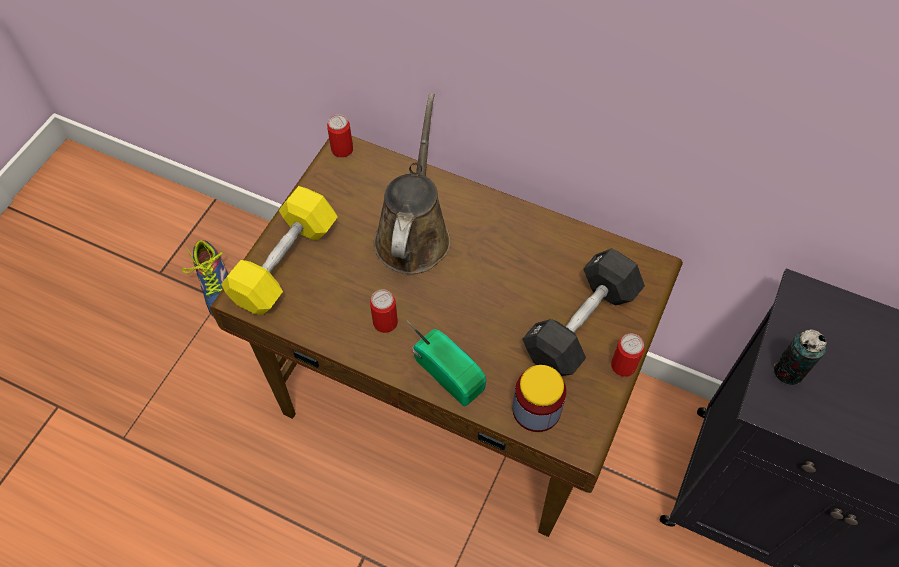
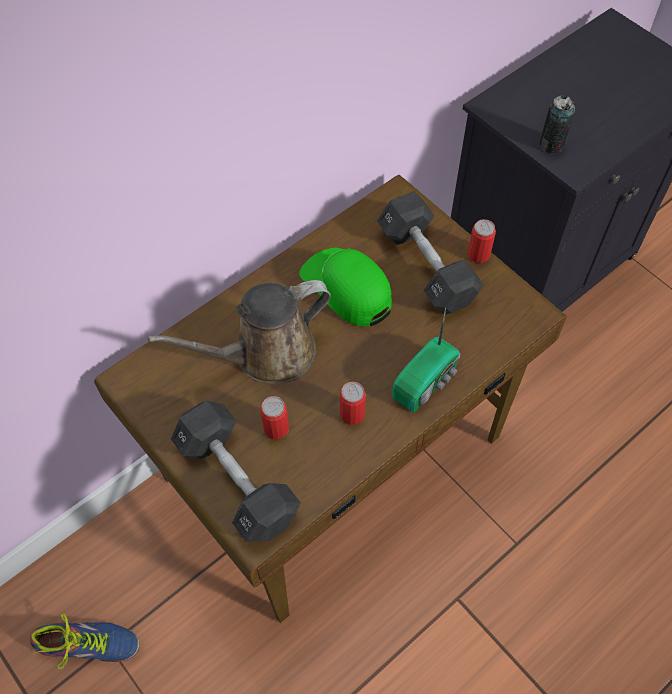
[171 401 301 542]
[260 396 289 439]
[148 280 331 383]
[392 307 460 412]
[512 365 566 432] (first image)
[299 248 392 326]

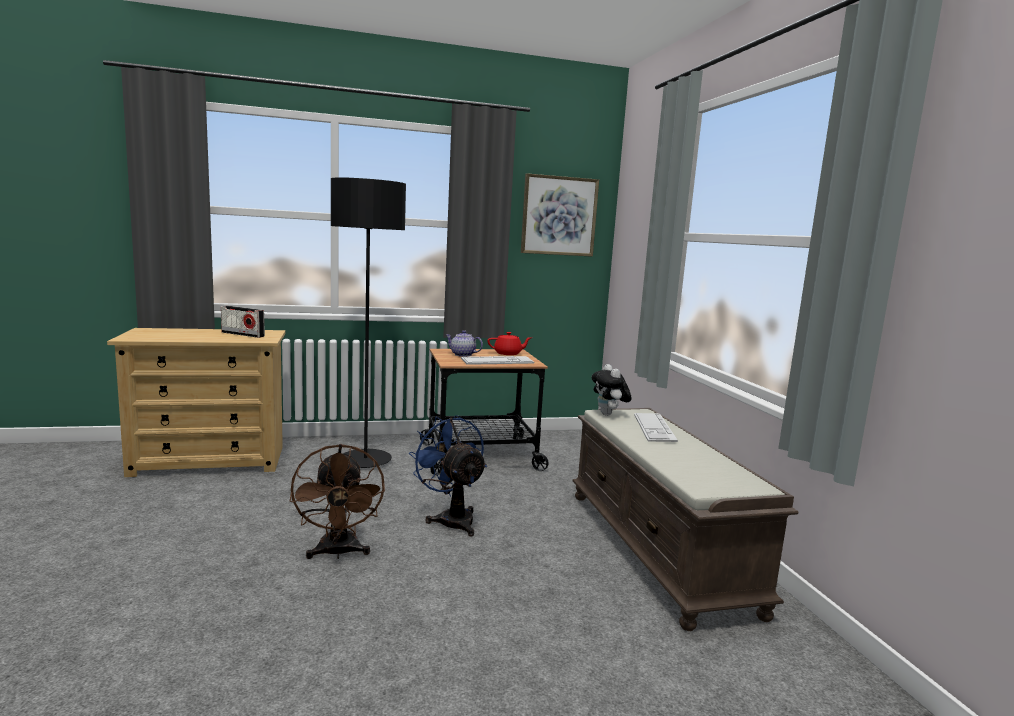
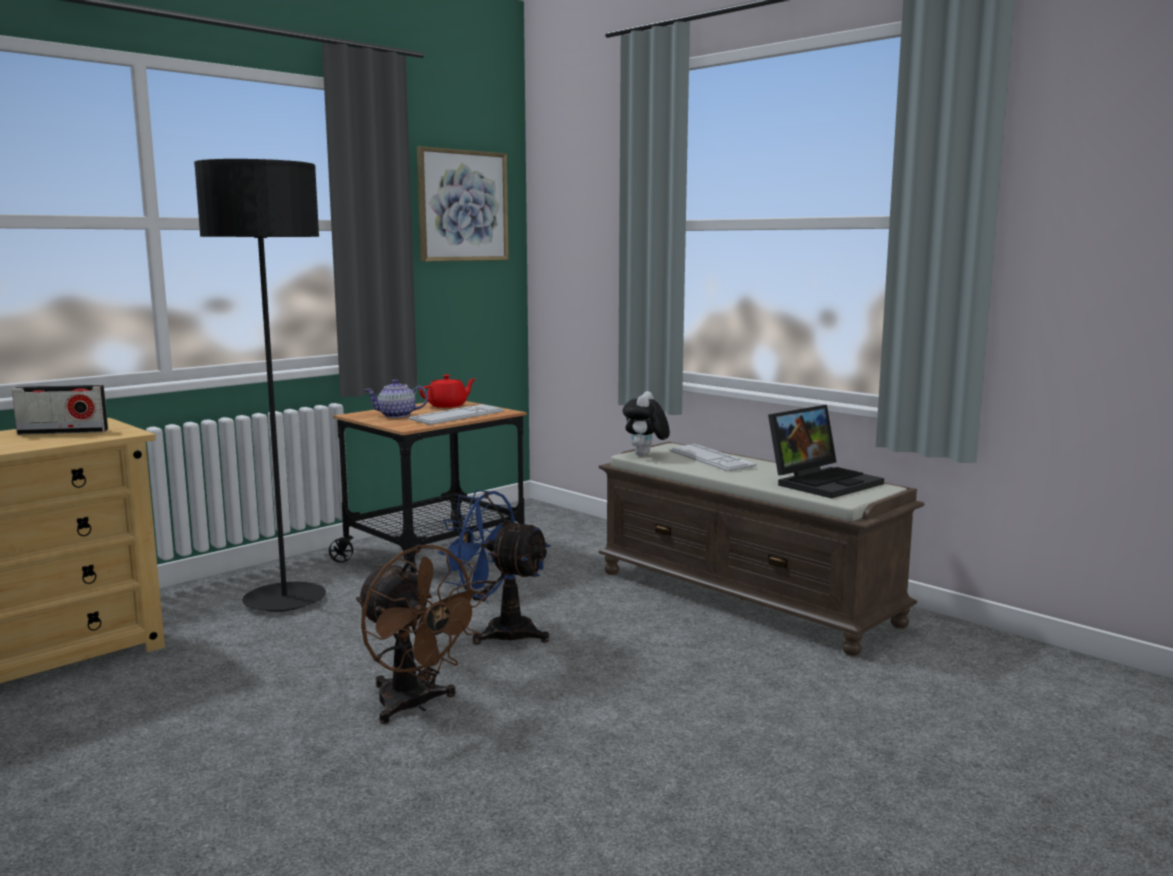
[623 391 670 456]
[768 405 884 498]

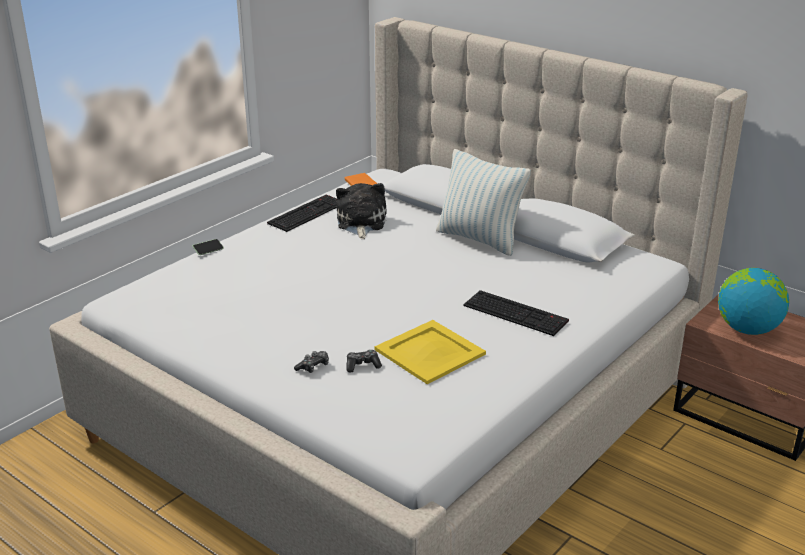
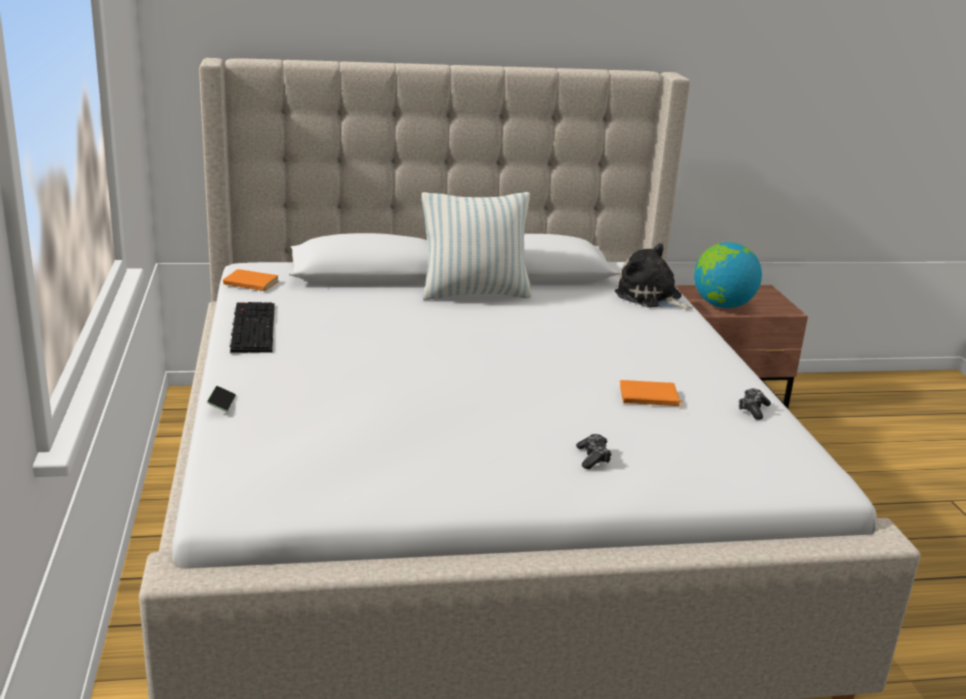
[615 243 693 310]
[739 389 771 420]
[620 380 683 408]
[464 290 569 336] (first image)

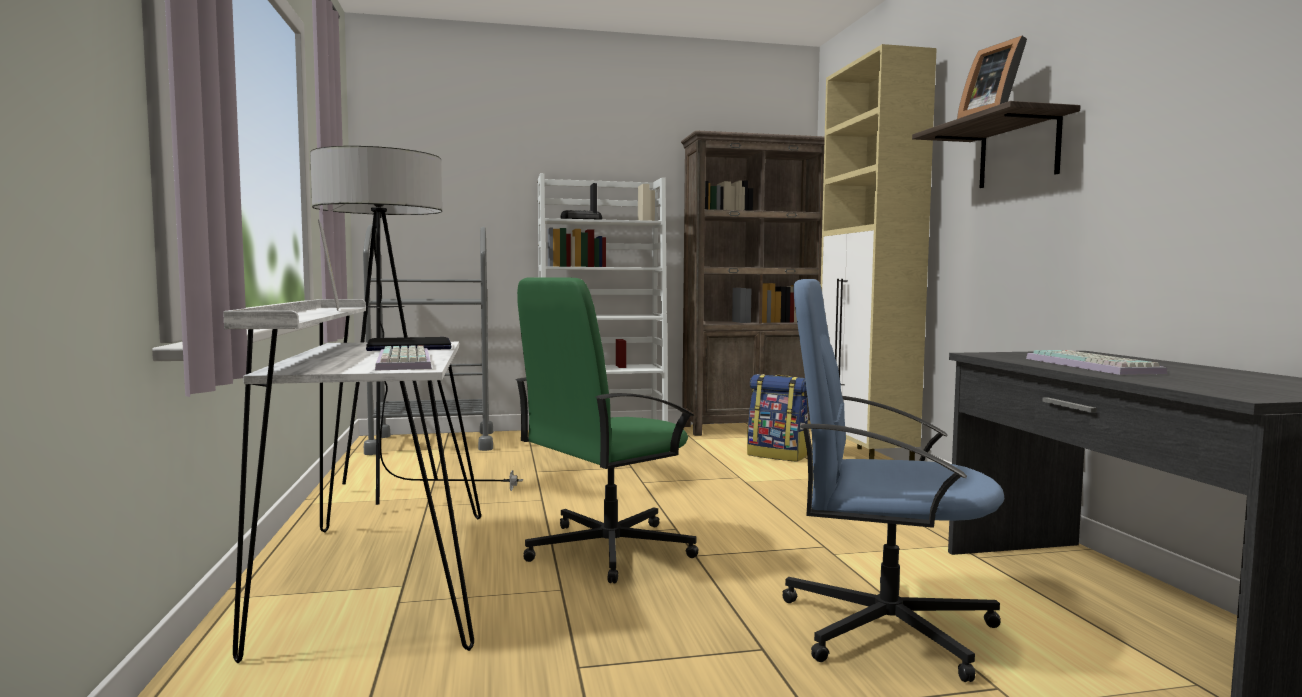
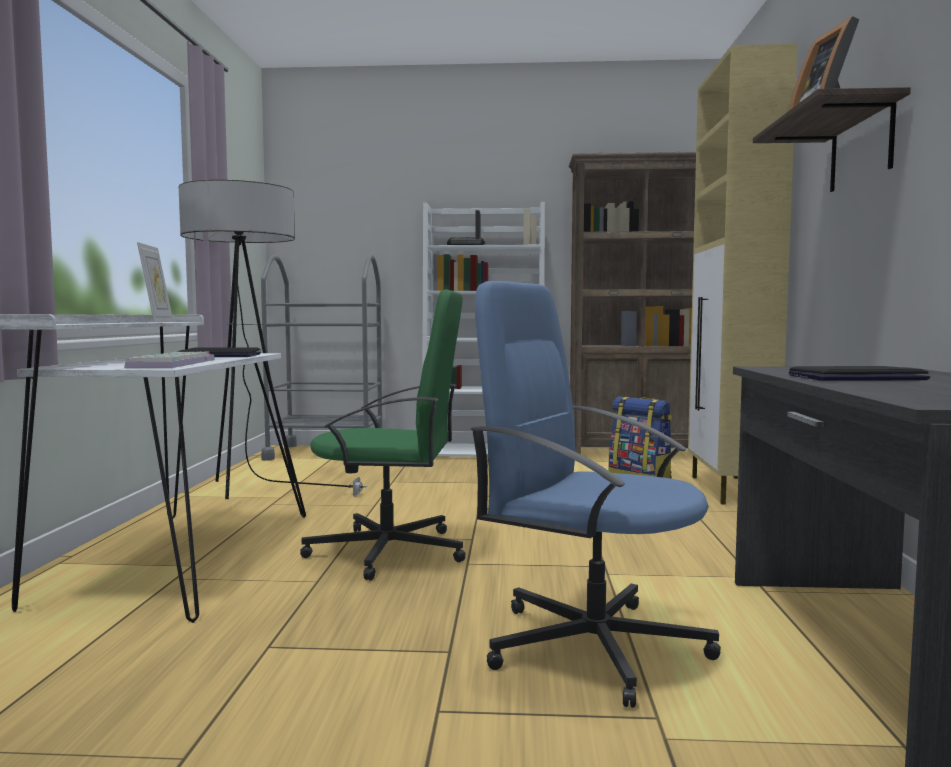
[300 290 466 581]
[789 366 930 381]

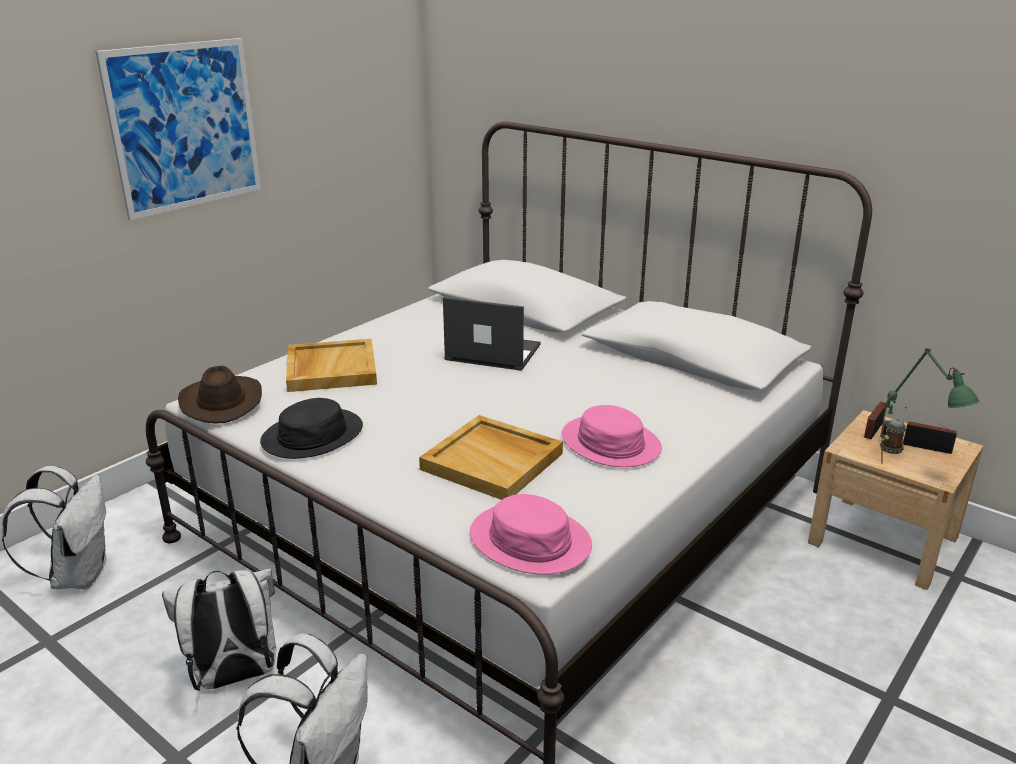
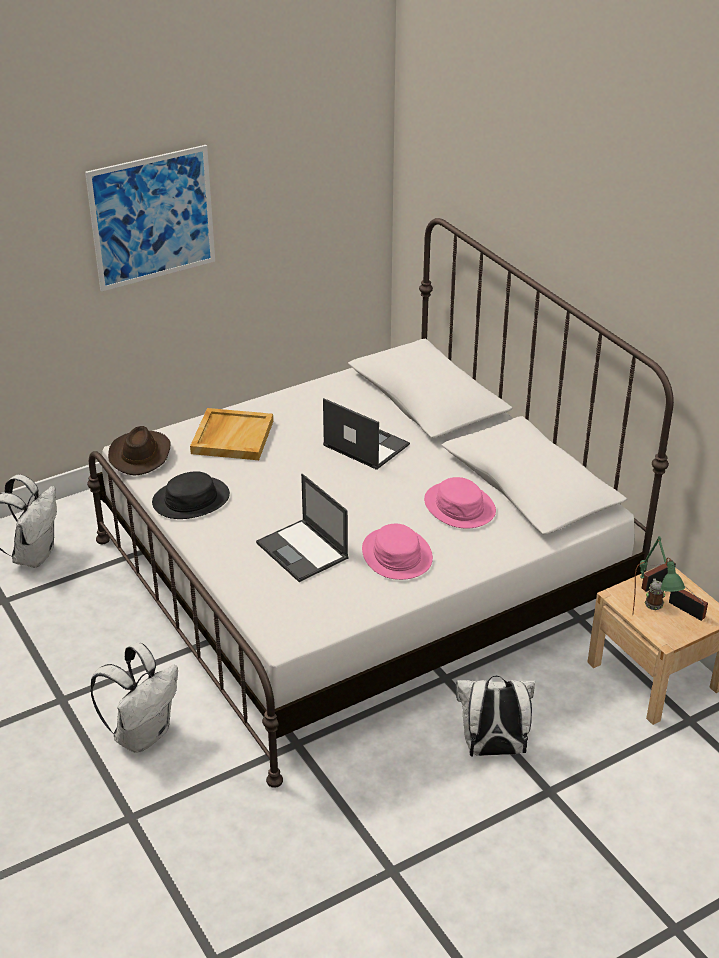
[456 676 535 757]
[256 474 349 582]
[424 477 496 528]

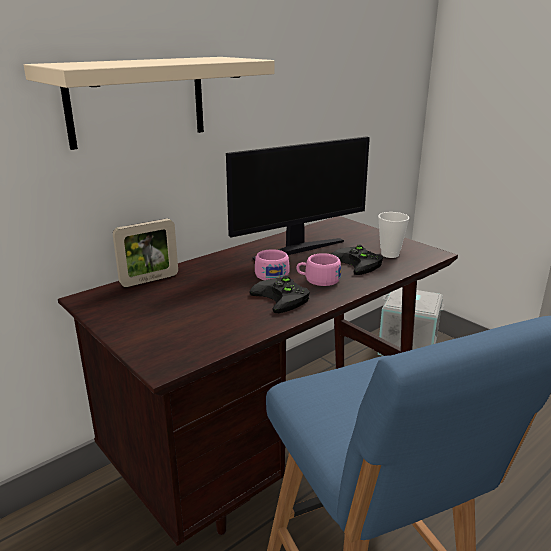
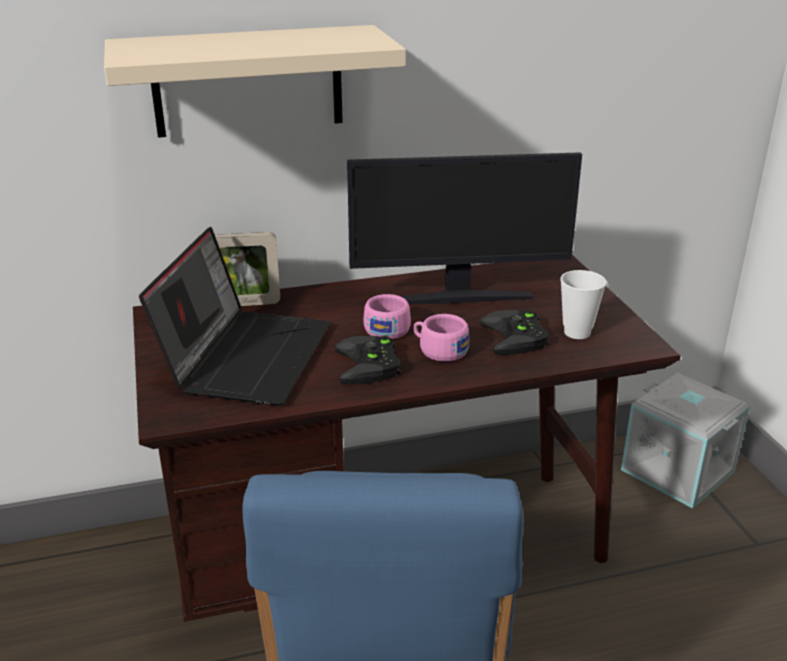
[139 227 331 406]

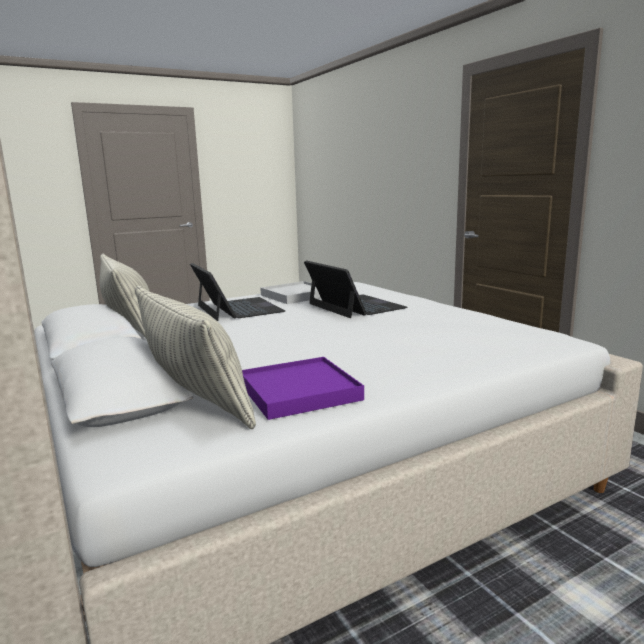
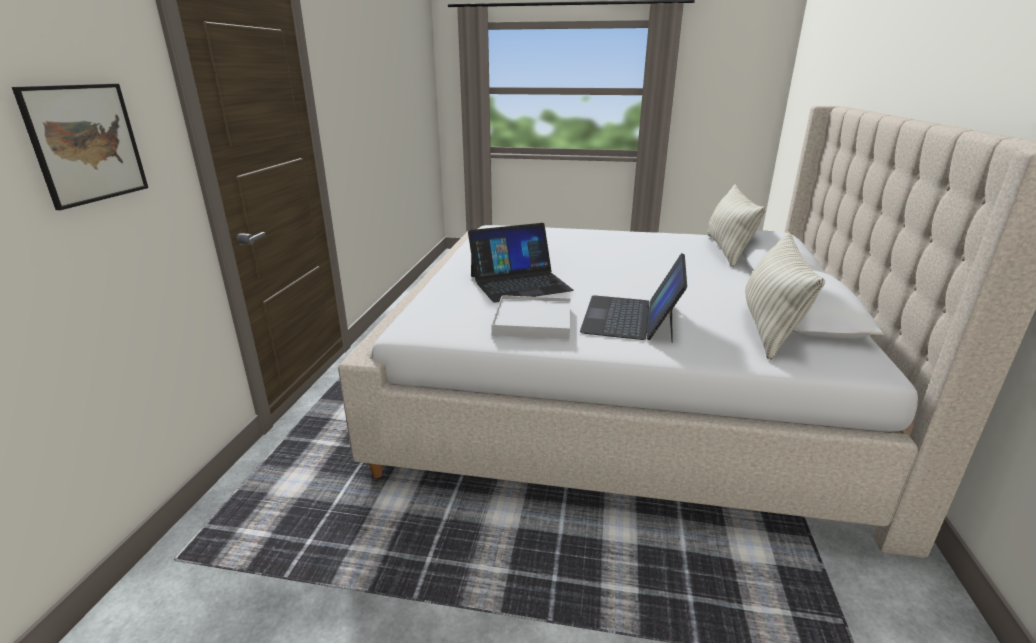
[242 357 364 420] (first image)
[468 223 574 302]
[12 84 148 210]

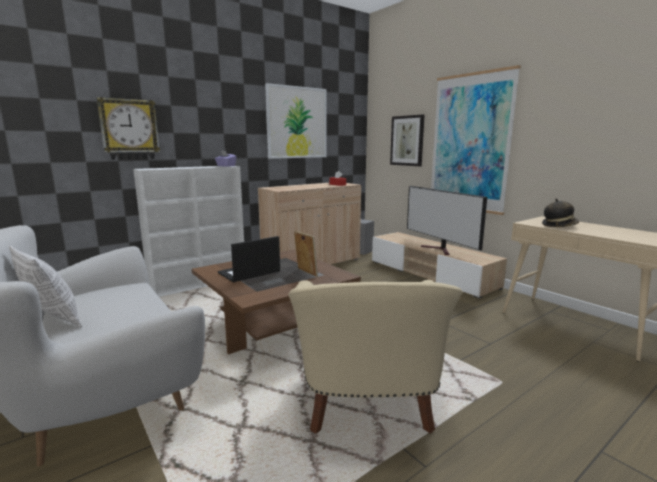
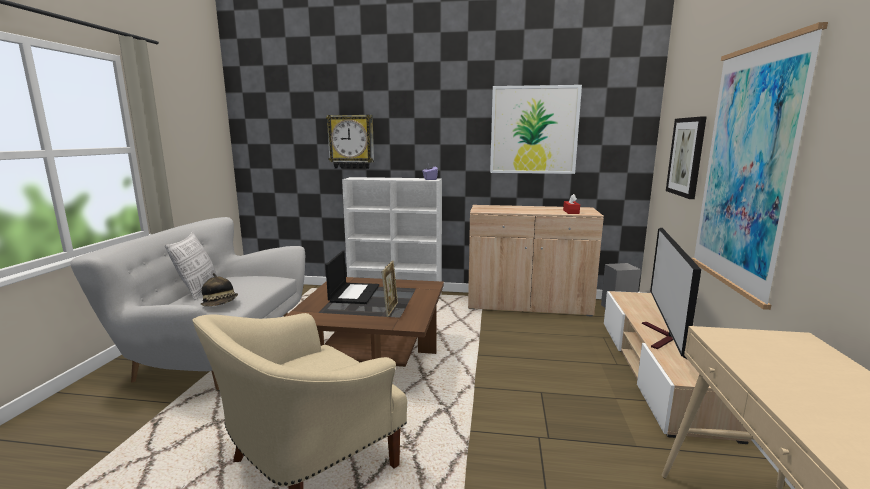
[326 250 379 304]
[201 273 238 307]

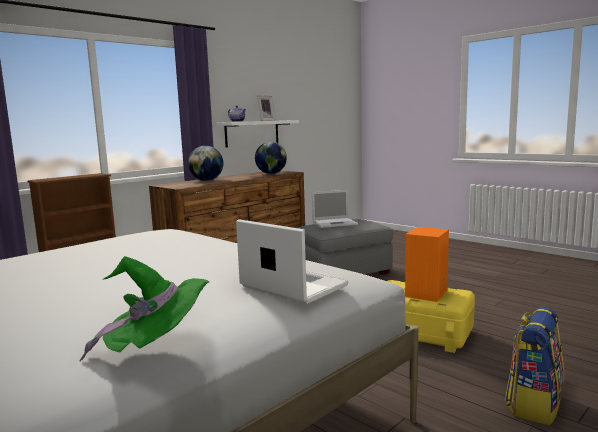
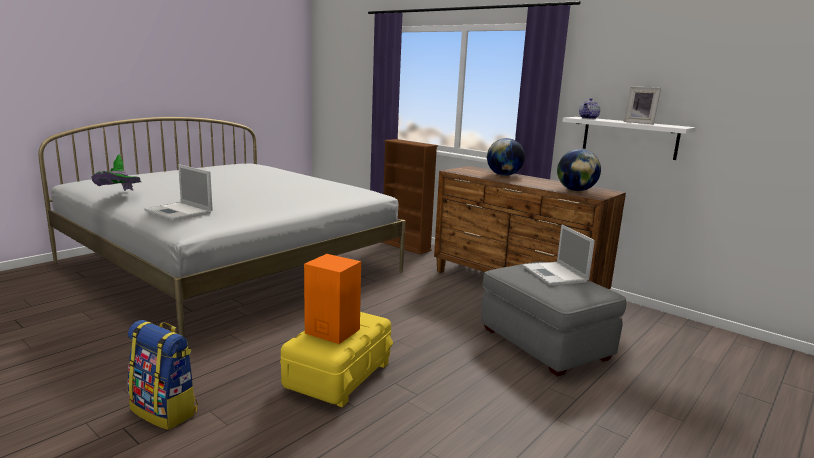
[144 164 213 221]

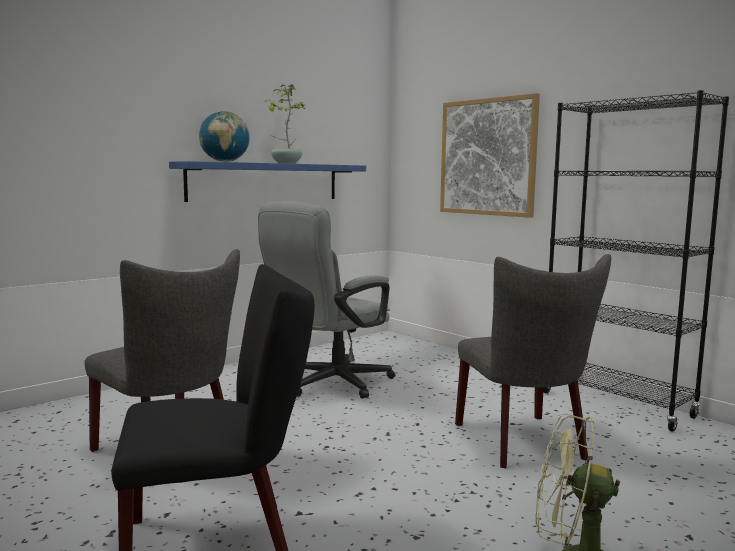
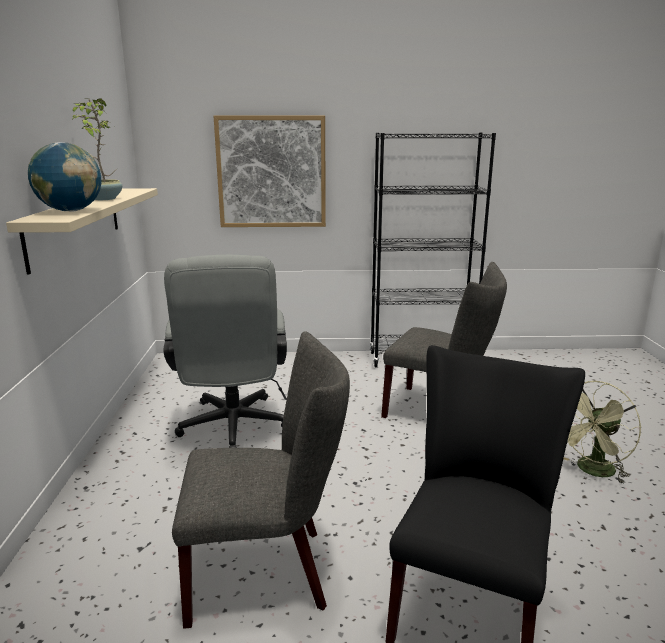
[6 188 158 275]

